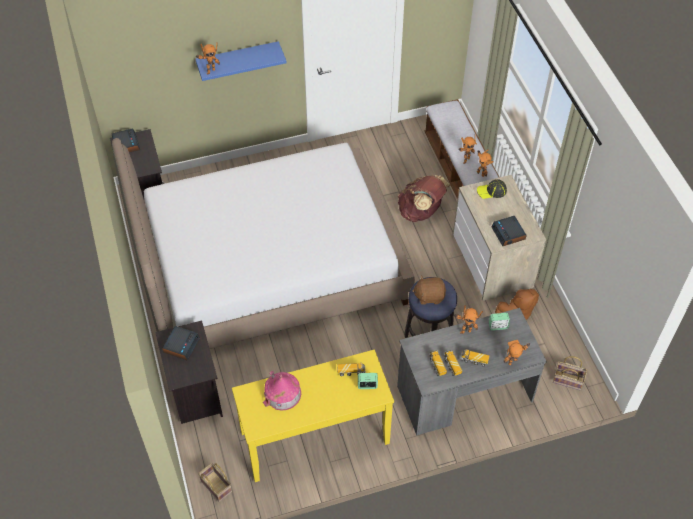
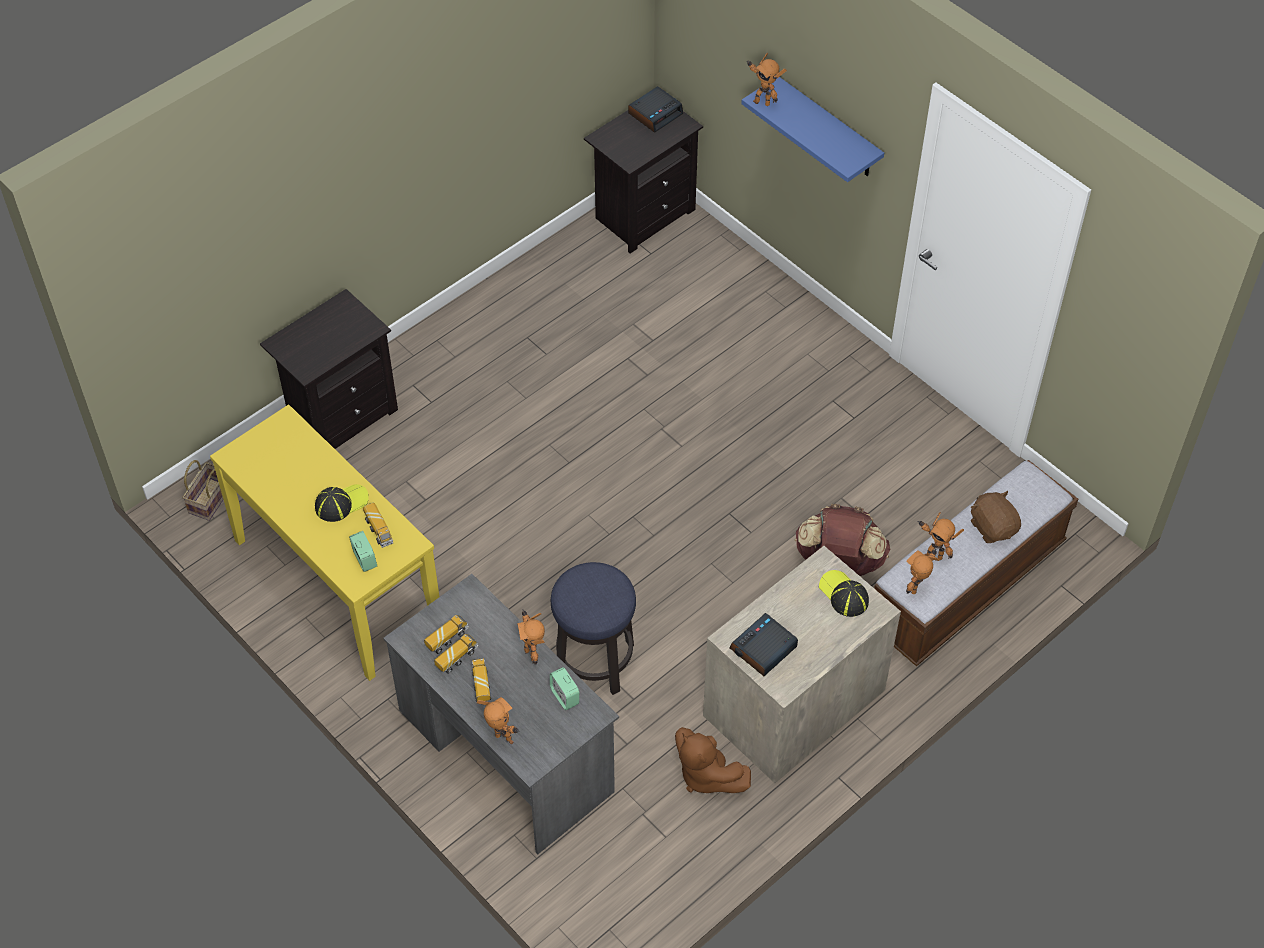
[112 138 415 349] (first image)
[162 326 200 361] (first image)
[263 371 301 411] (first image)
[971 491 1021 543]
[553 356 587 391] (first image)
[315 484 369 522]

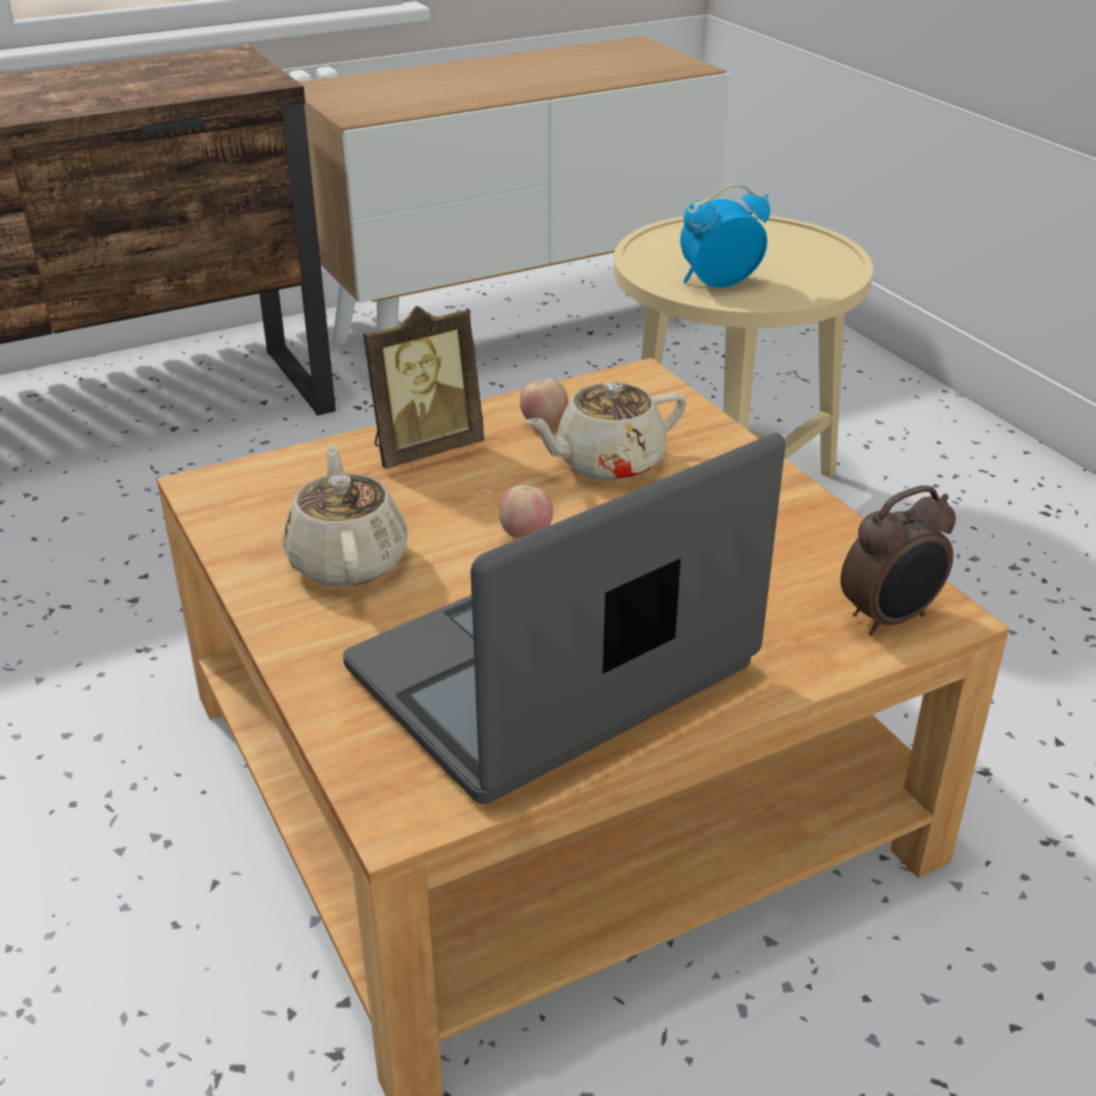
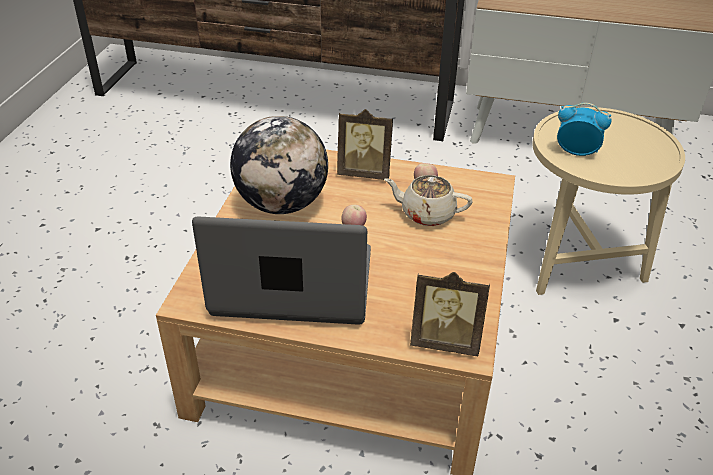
[230 116 328 214]
[410 272 490 356]

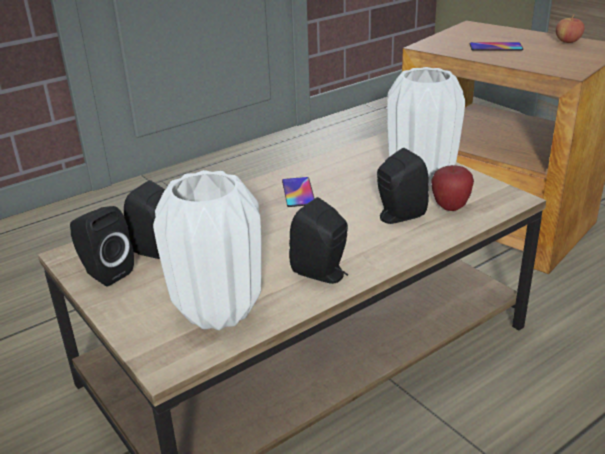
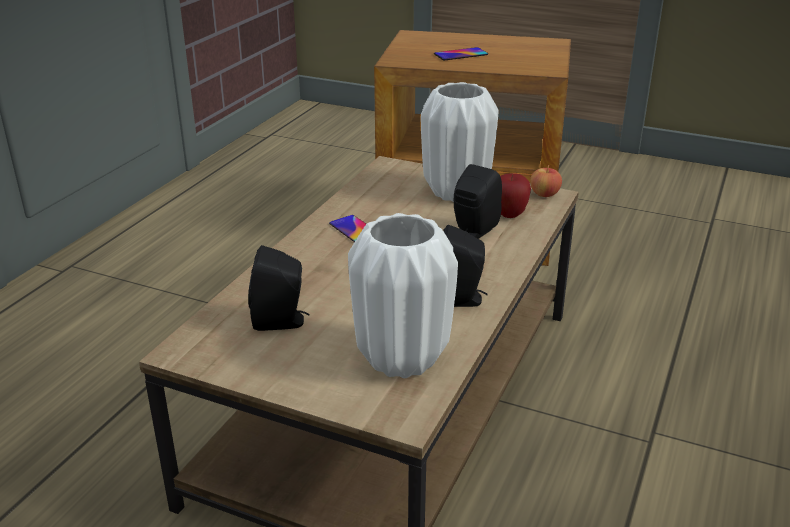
[70 206 134 286] (first image)
[530 165 562 197]

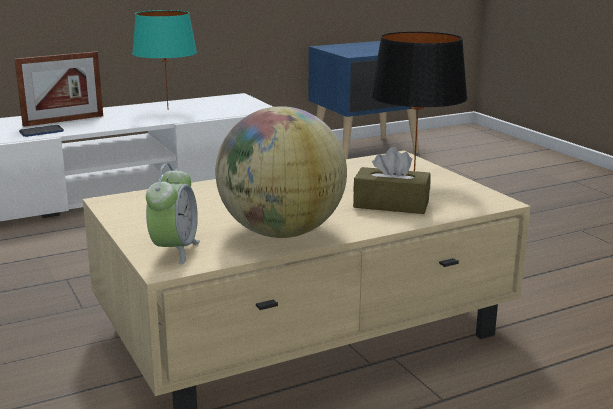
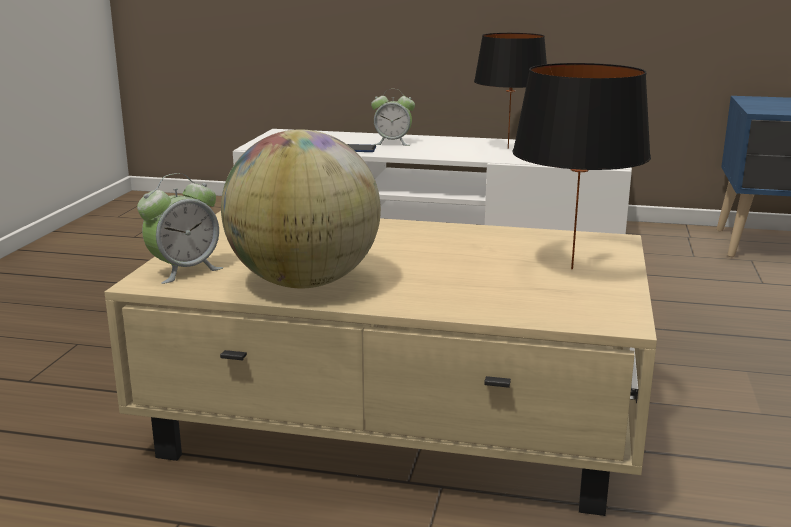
[371 89 415 146]
[474 33 547 149]
[353 147 430 214] (first image)

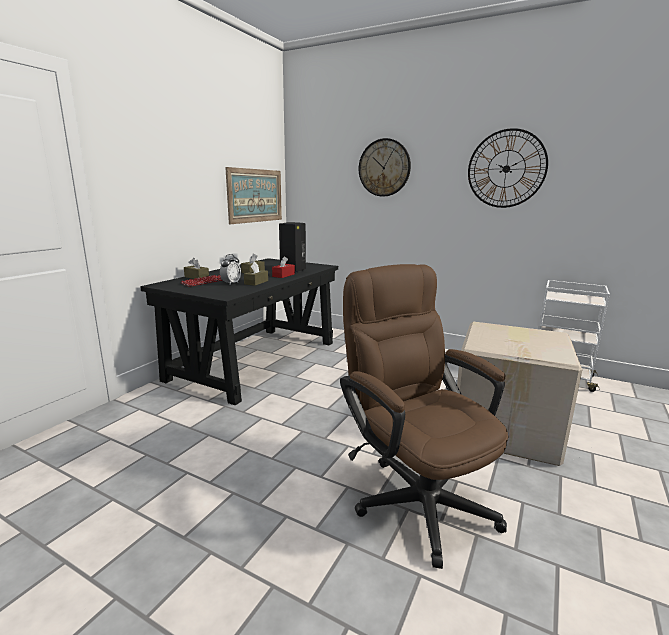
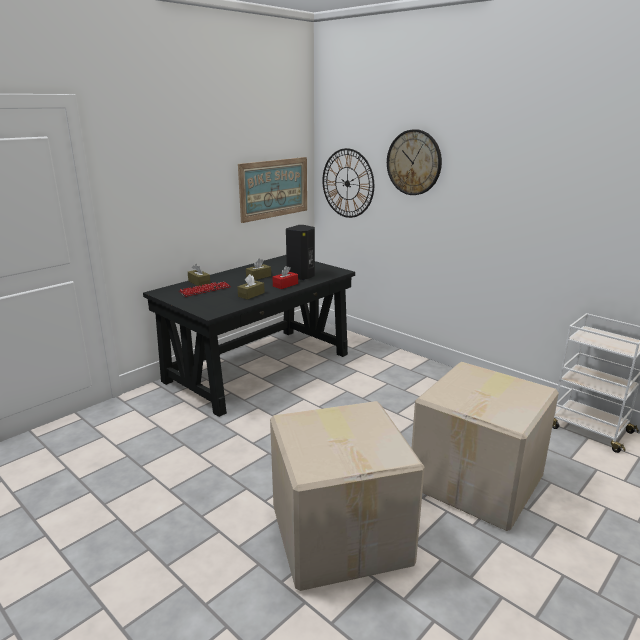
[220 254 241 285] (first image)
[270 401 425 591]
[322 148 374 218]

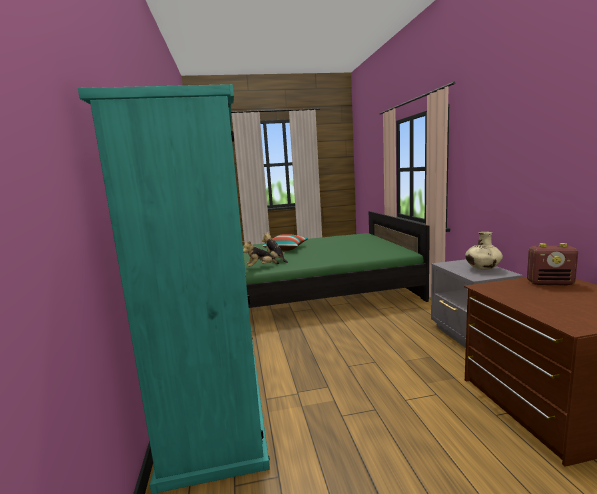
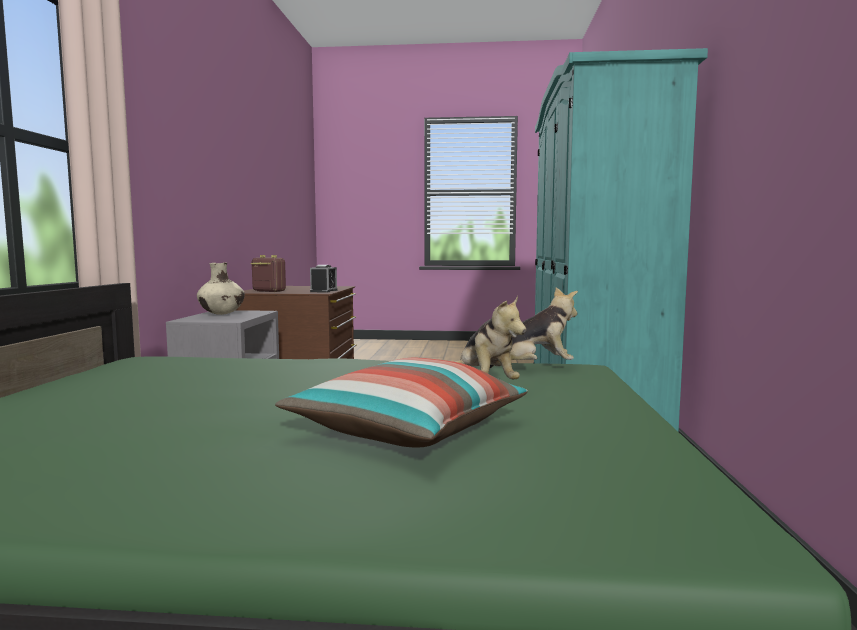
[310 265 337 293]

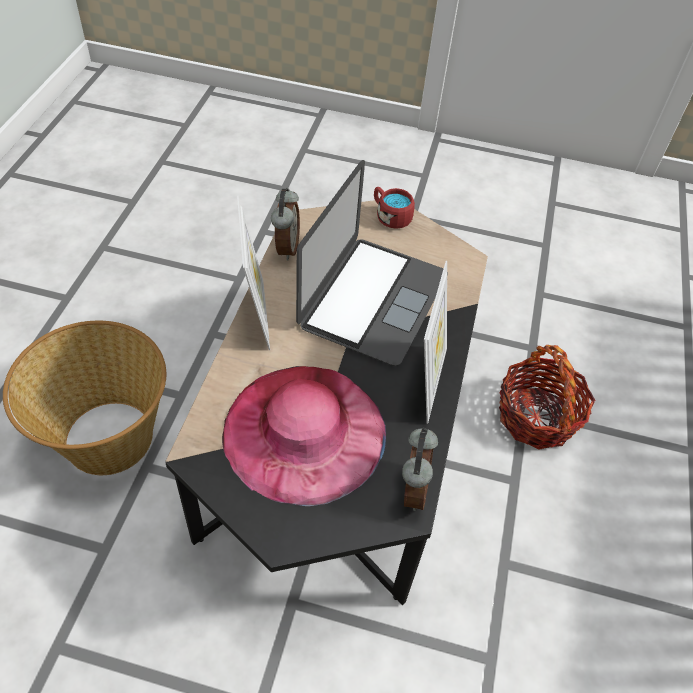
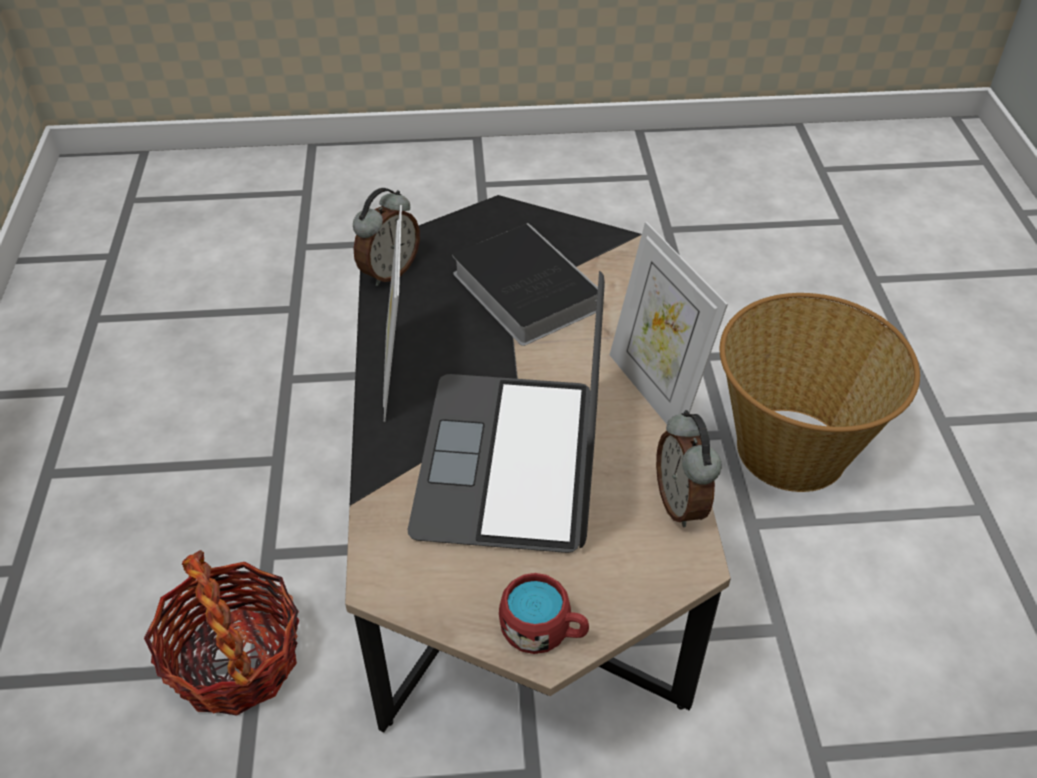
[452 223 598 346]
[353 188 420 286]

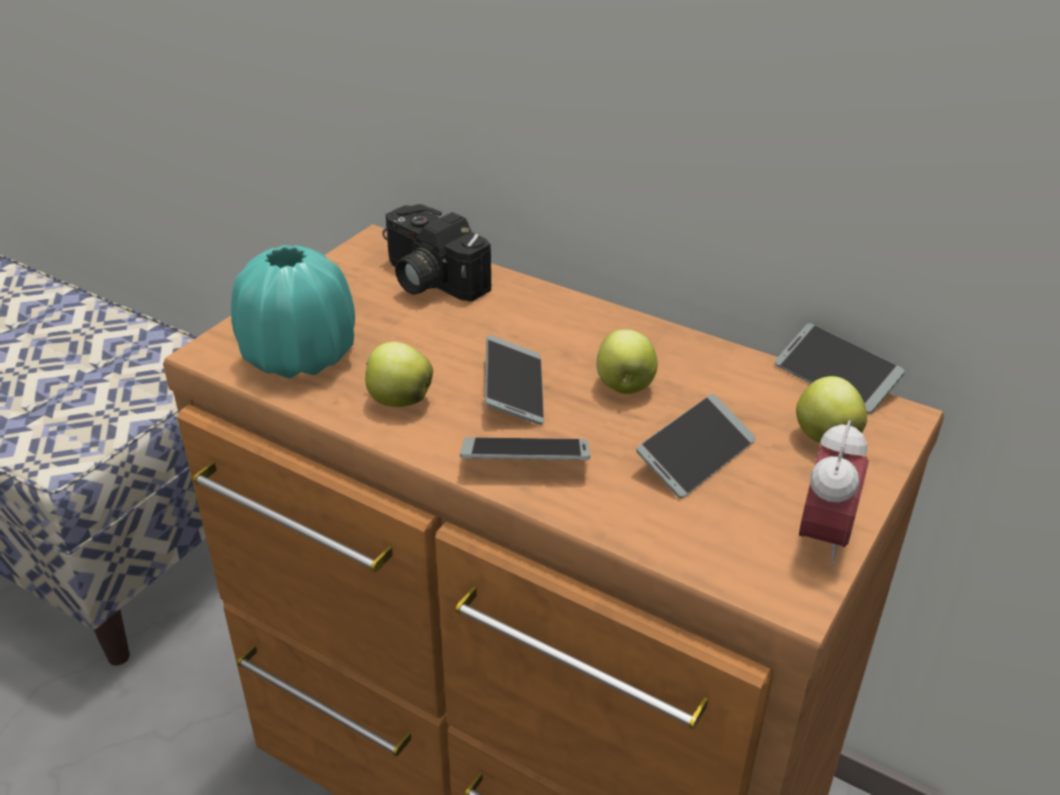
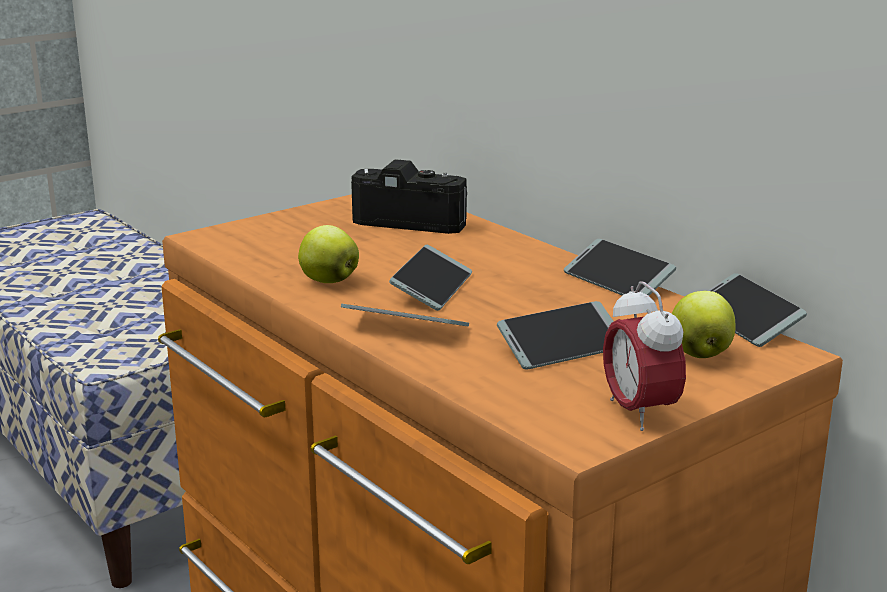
[231 245 355 378] (first image)
[351 159 467 234]
[596 329 658 394] (first image)
[603 281 686 431]
[564 239 676 296]

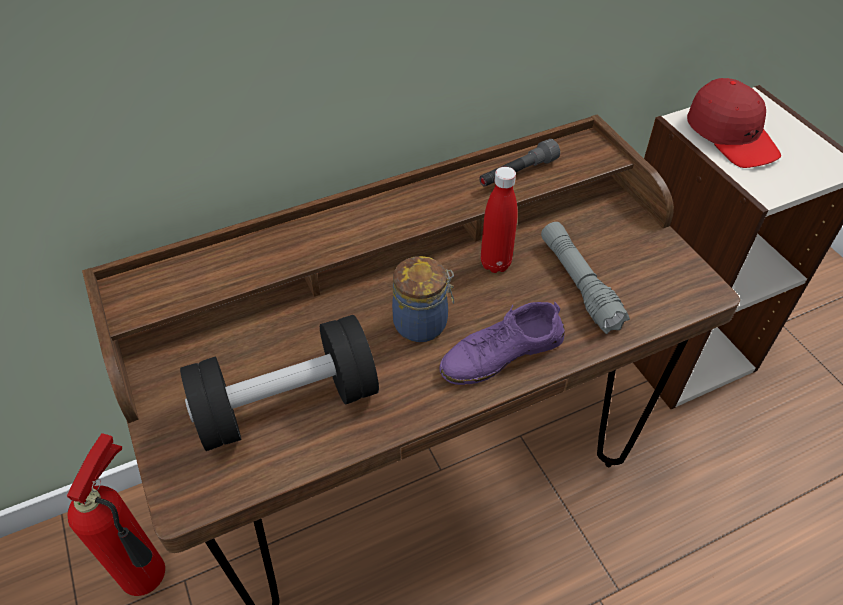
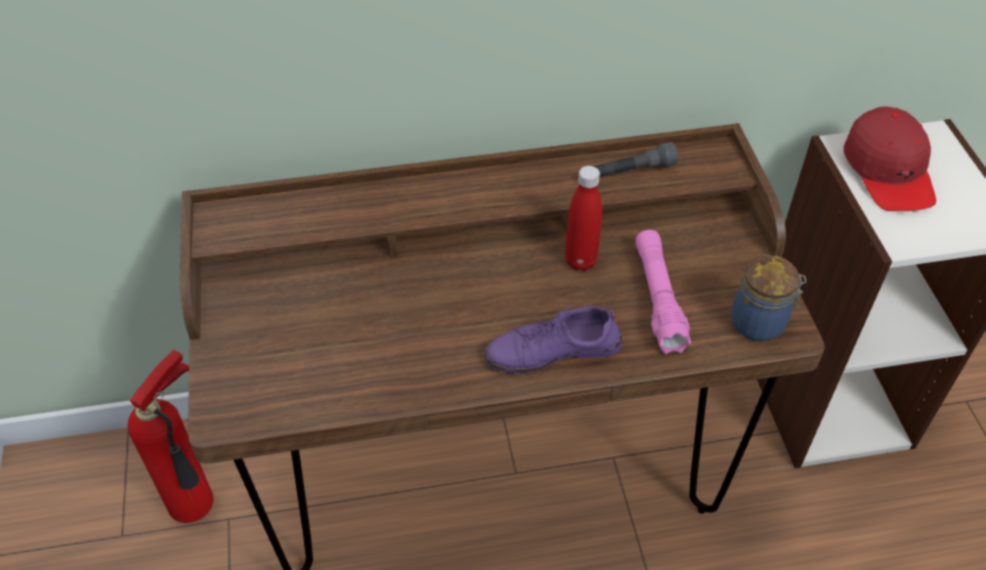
[180 315 379 451] (first image)
[731 255 806 342]
[635 230 691 354]

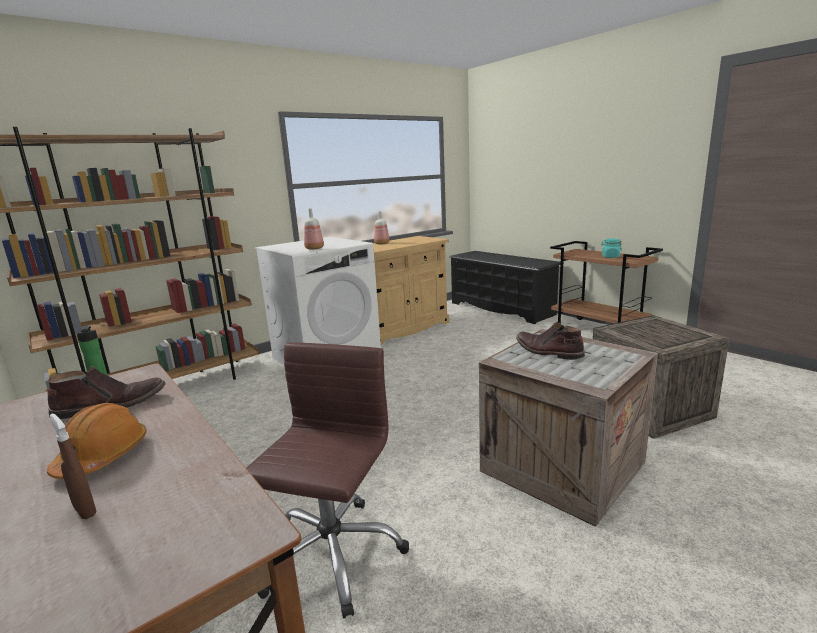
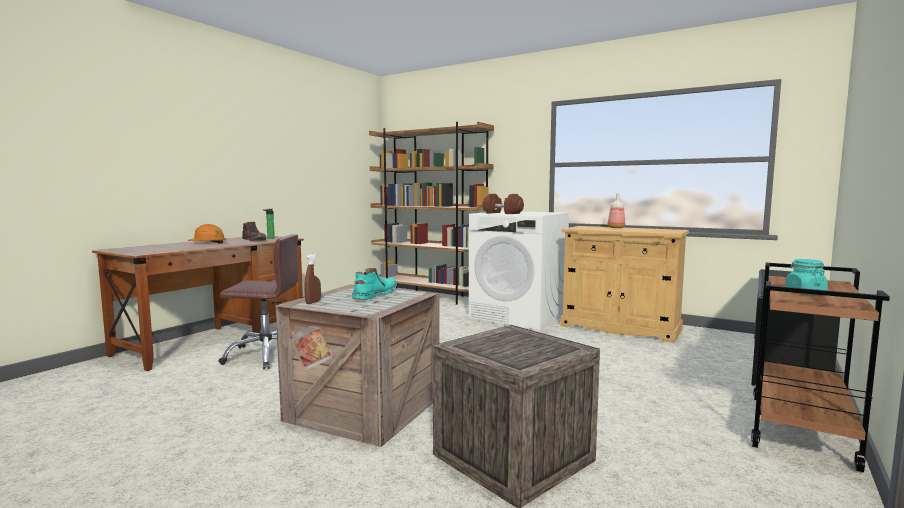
[304 253 321 304]
[483 194 524 214]
[352 268 397 300]

